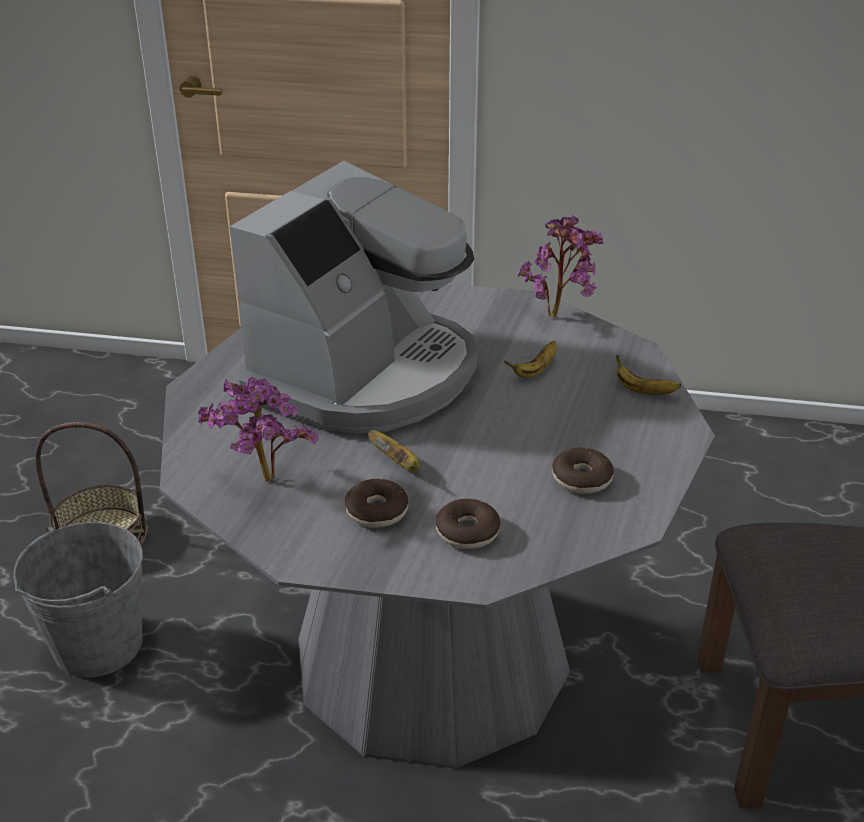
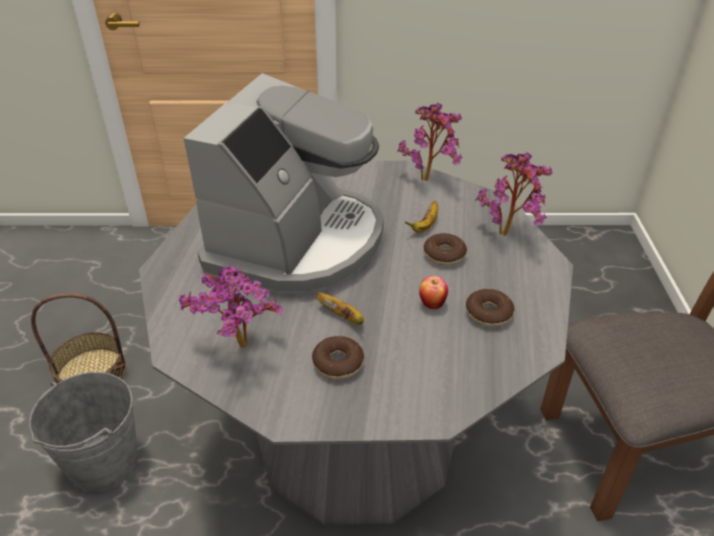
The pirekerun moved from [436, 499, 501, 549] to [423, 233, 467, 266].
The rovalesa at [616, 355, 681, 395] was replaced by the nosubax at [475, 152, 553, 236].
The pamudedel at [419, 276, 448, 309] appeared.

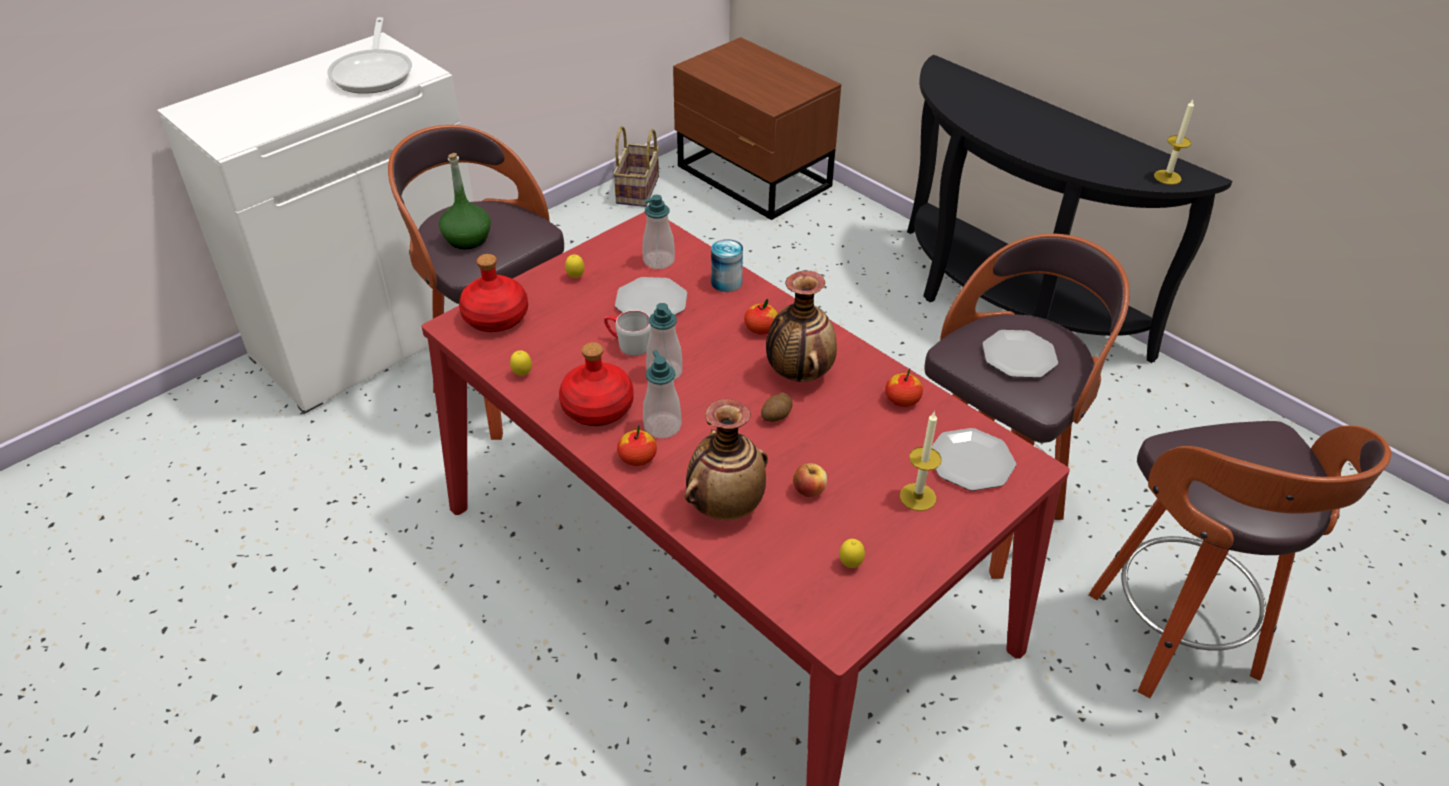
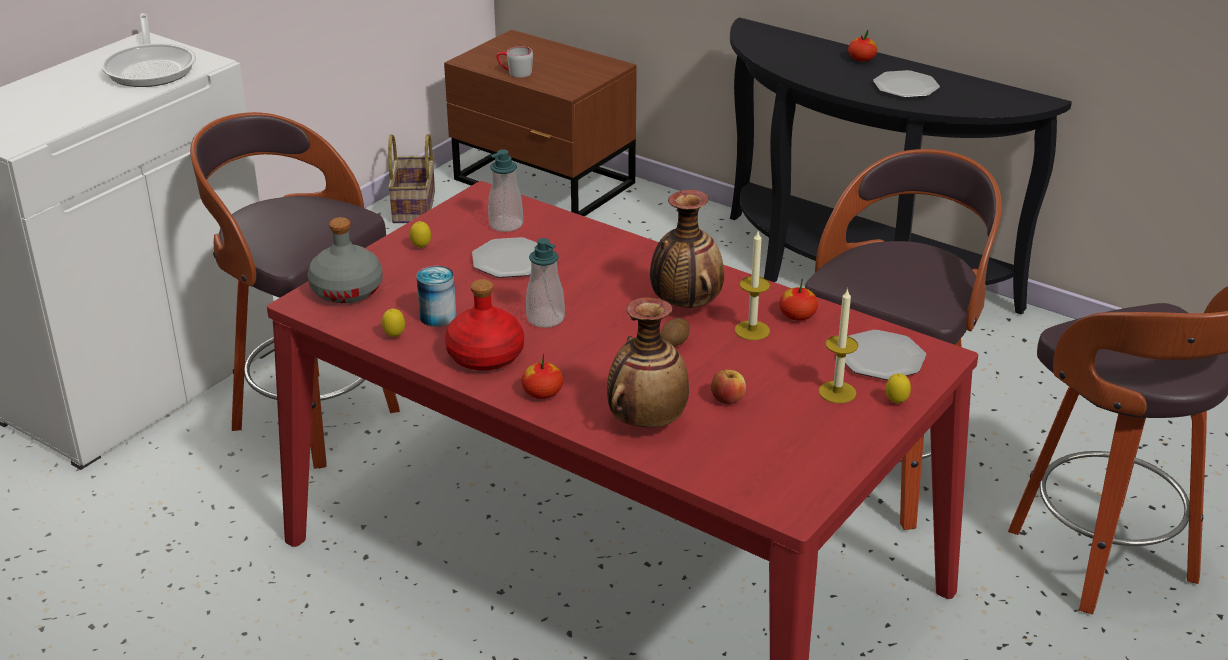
The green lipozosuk at [439, 153, 491, 249] disappeared.
The red lipozosuk at [459, 254, 528, 332] became the grey lipozosuk at [308, 217, 383, 303].
The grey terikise moved from [604, 310, 651, 356] to [496, 46, 533, 78].
The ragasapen at [643, 350, 681, 438] disappeared.
The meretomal moved from [711, 239, 743, 292] to [416, 266, 456, 327].
The pamudedel moved from [744, 299, 778, 335] to [848, 30, 877, 61].
The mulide moved from [839, 539, 865, 568] to [886, 374, 911, 404].
The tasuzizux moved from [982, 330, 1058, 378] to [873, 70, 940, 98].
The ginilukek moved from [1154, 100, 1194, 185] to [735, 231, 770, 340].

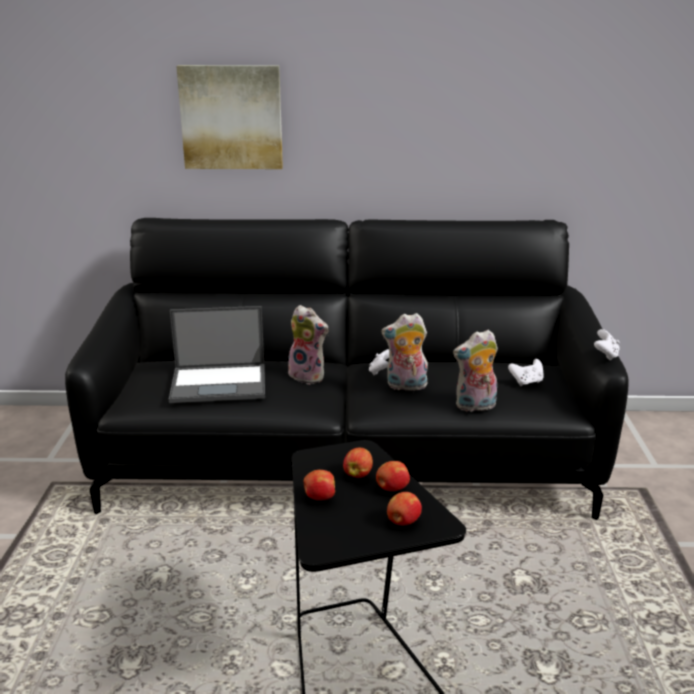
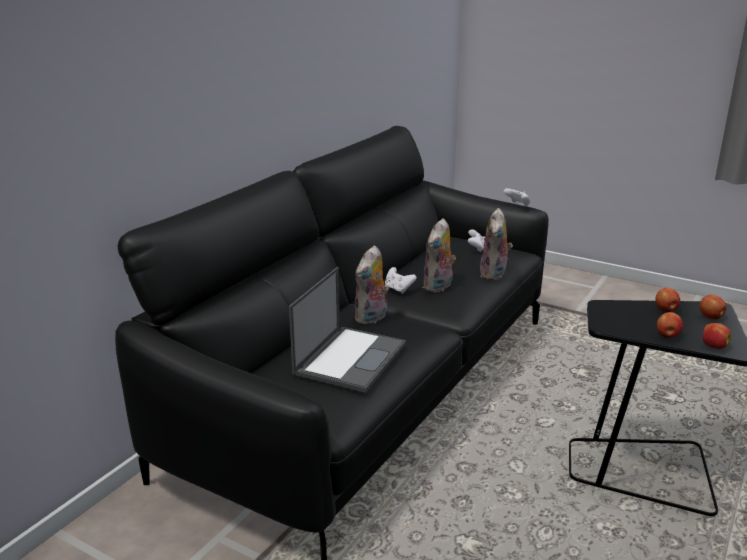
The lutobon at [176, 65, 283, 169] disappeared.
The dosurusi at [285, 305, 329, 385] turned 150 degrees clockwise.
The pamudedel moved from [343, 448, 373, 478] to [702, 323, 731, 349].

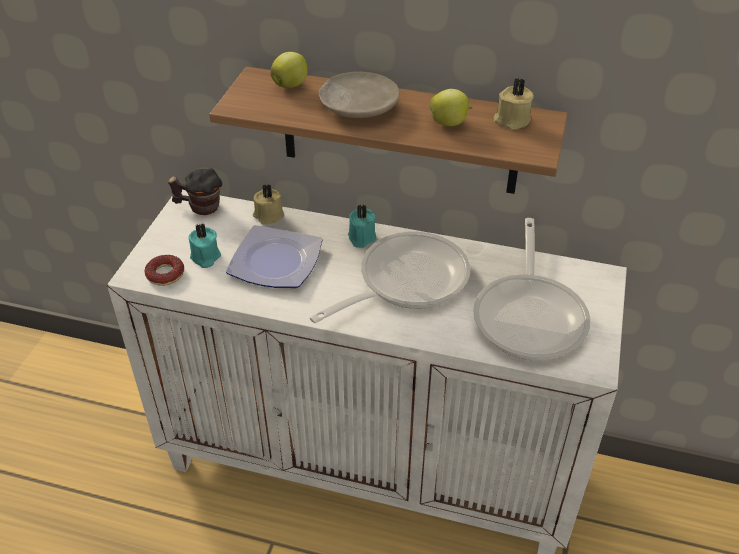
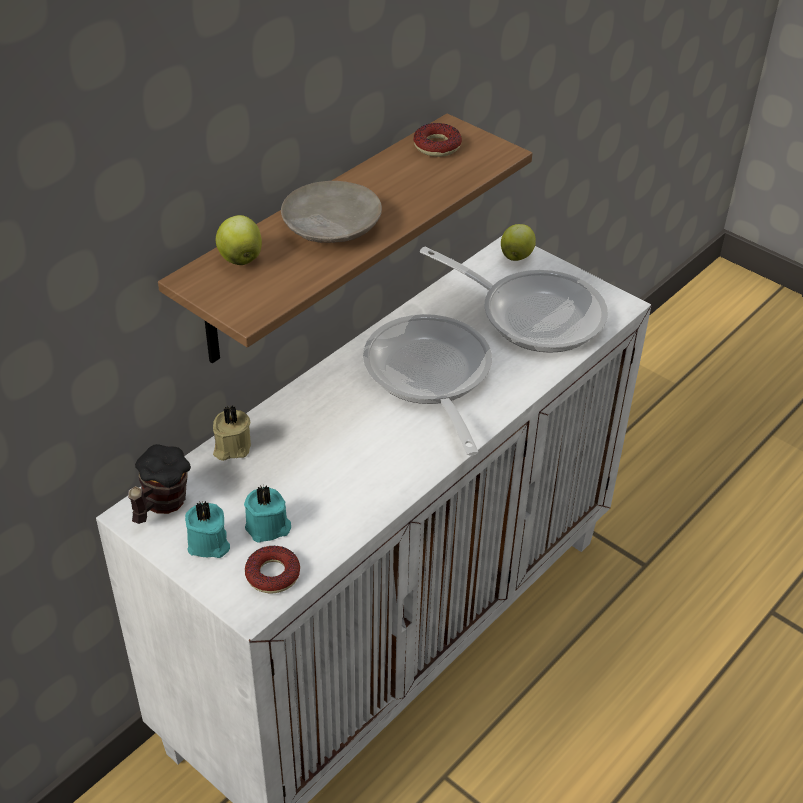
The tasuzizux at [226, 225, 323, 288] disappeared.
The turquoise ginilukek moved from [348, 205, 376, 248] to [185, 501, 230, 558].
The pamudedel moved from [430, 89, 473, 126] to [501, 224, 536, 261].
The beige ginilukek at [494, 78, 534, 130] was replaced by the pirekerun at [413, 123, 462, 157].

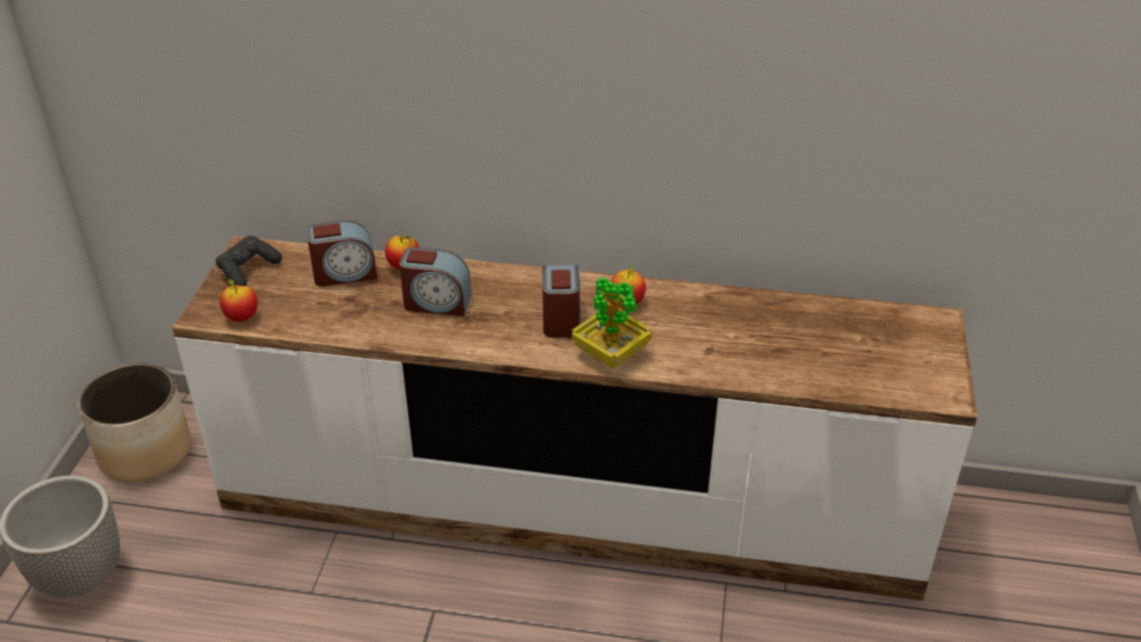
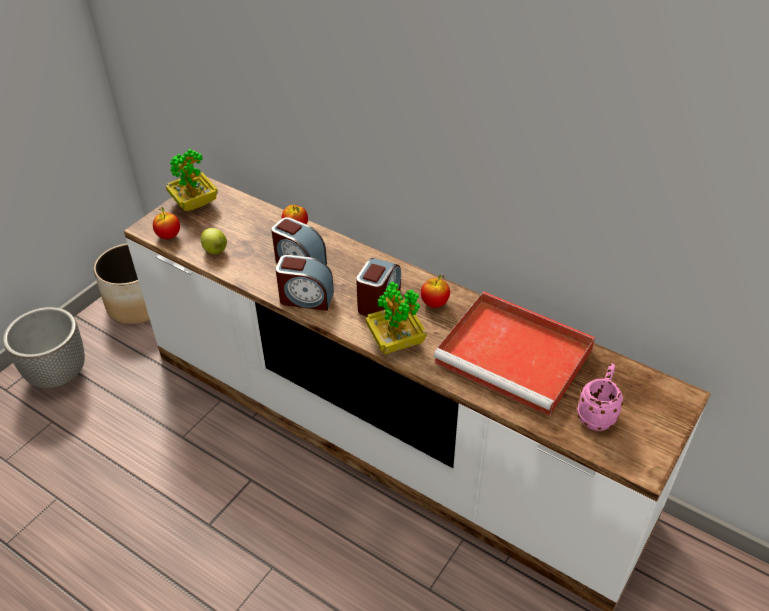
The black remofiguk at [216, 236, 282, 286] was replaced by the nosubax at [166, 149, 218, 211].
The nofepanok moved from [306, 221, 377, 287] to [276, 255, 334, 311].
The pamudedel at [201, 228, 227, 254] appeared.
The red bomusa at [433, 291, 595, 416] appeared.
The pink terikise at [577, 363, 623, 431] appeared.

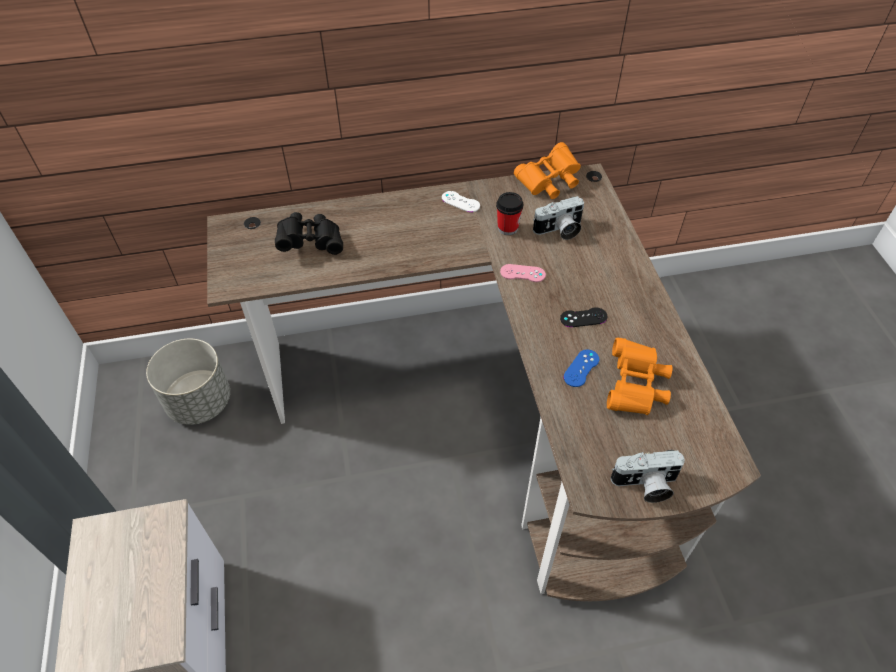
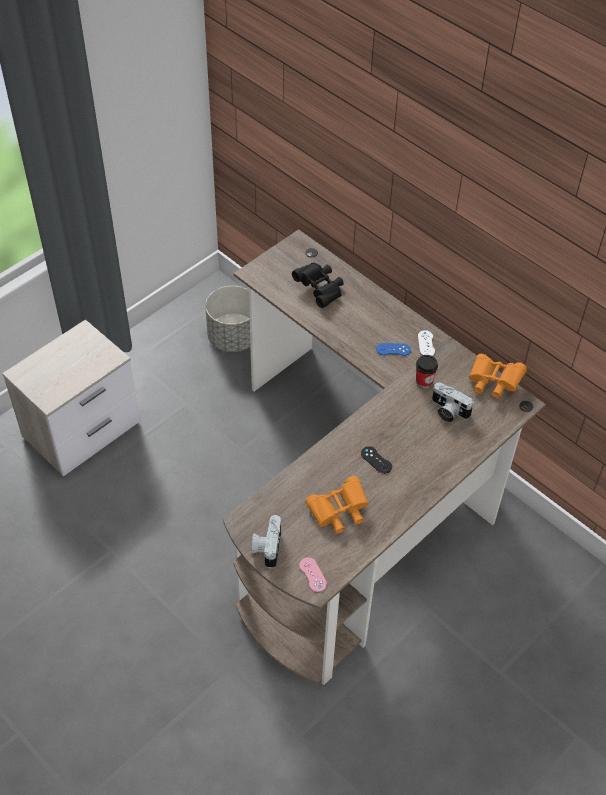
The pink remofiguk moved from [500, 264, 546, 282] to [299, 557, 327, 592].
The blue remofiguk moved from [564, 350, 599, 387] to [376, 343, 411, 356].
The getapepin at [610, 450, 685, 503] turned 45 degrees clockwise.

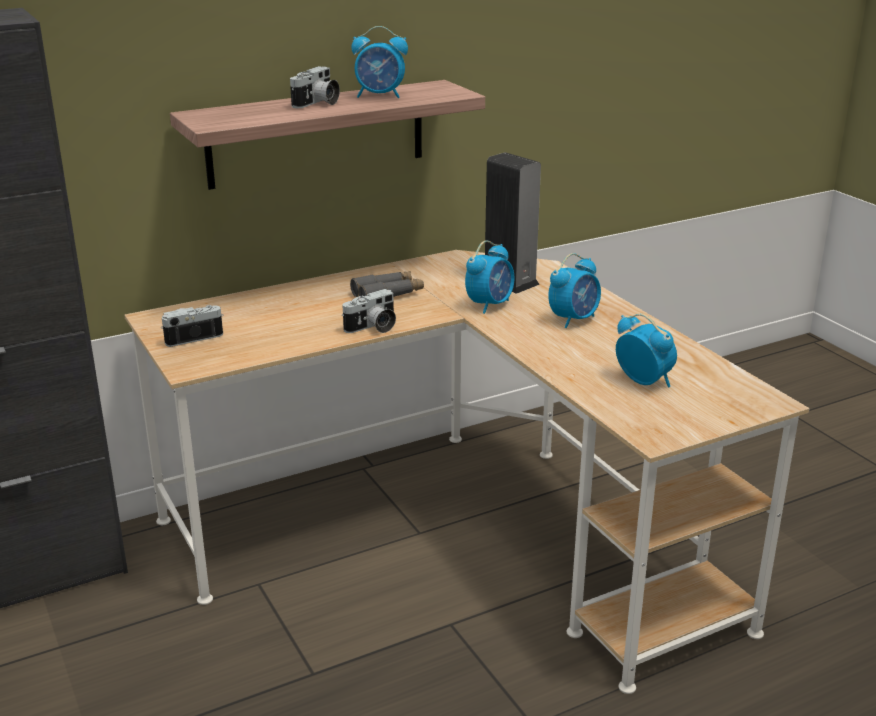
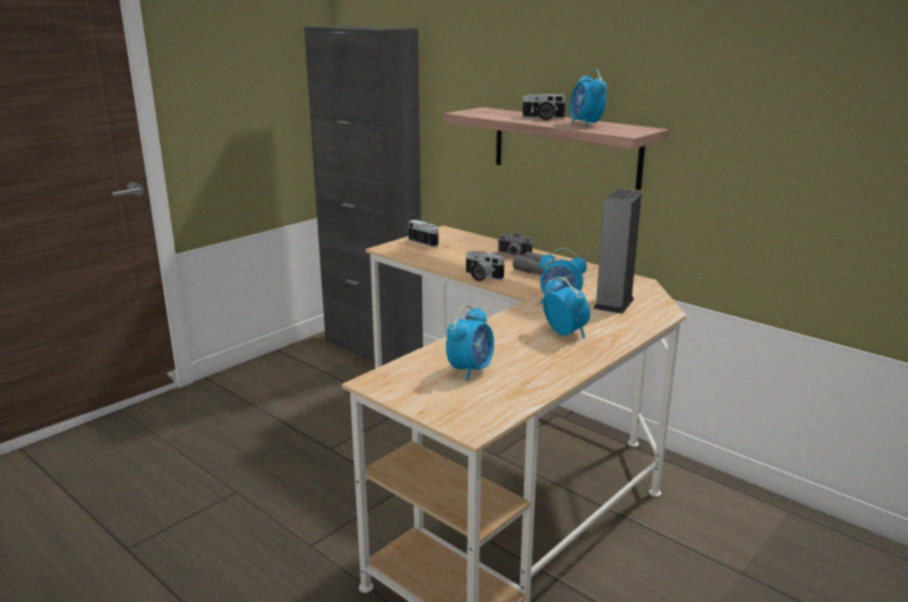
The nofepanok at [548, 253, 601, 328] turned 150 degrees counterclockwise.
The getapepin at [497, 233, 533, 256] appeared.

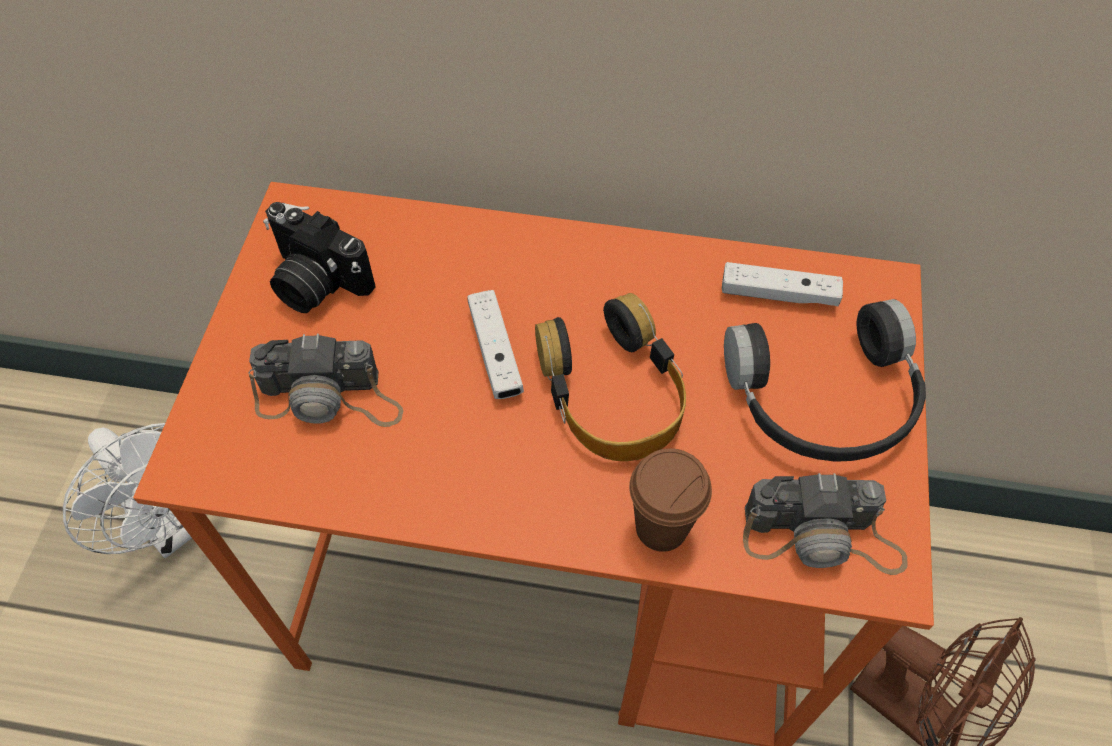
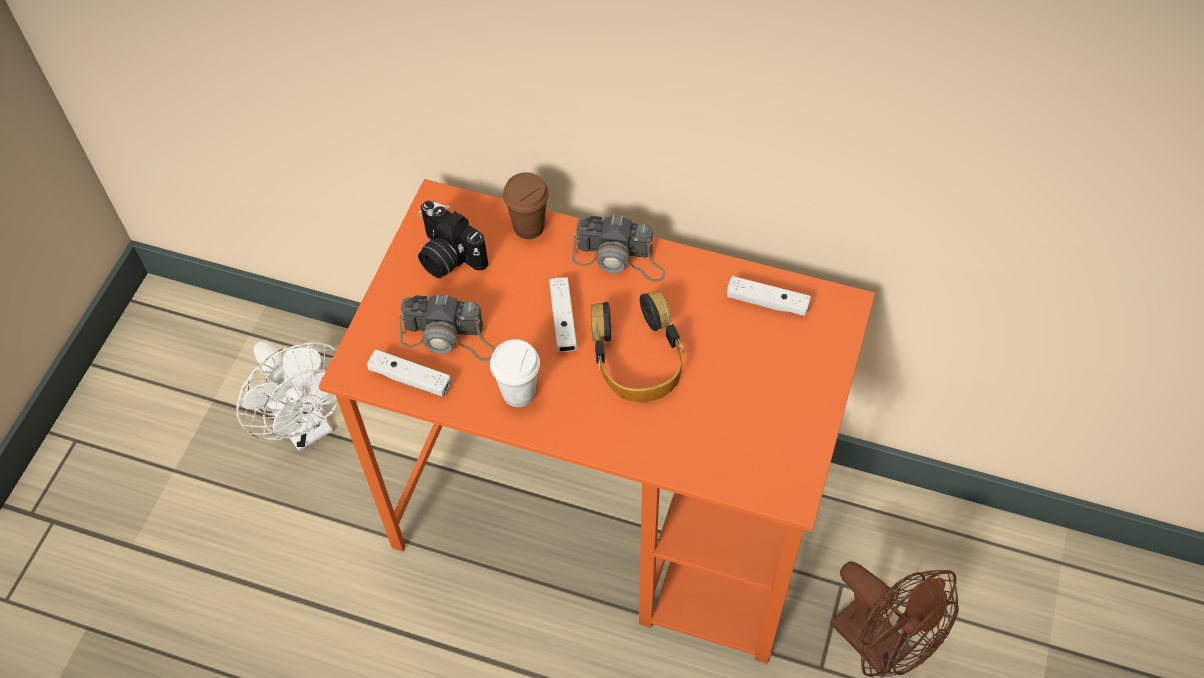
The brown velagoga moved from [629, 448, 712, 552] to [503, 172, 549, 239].
The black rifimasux at [724, 299, 926, 462] disappeared.
The getapepin moved from [743, 473, 908, 575] to [572, 215, 666, 282].
The white remofiguk at [367, 349, 451, 397] appeared.
The white velagoga at [490, 339, 540, 407] appeared.

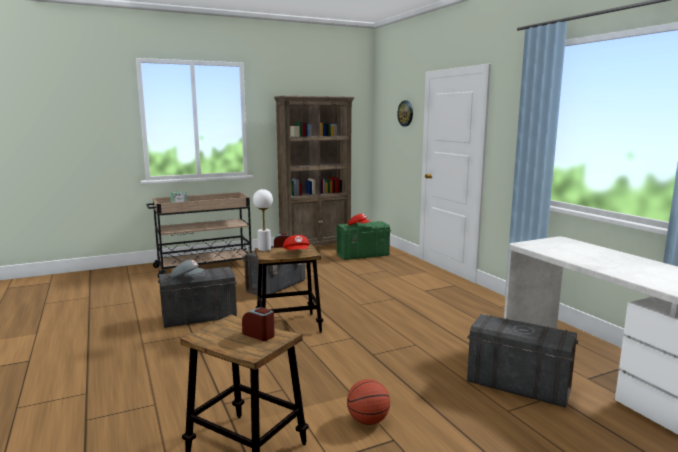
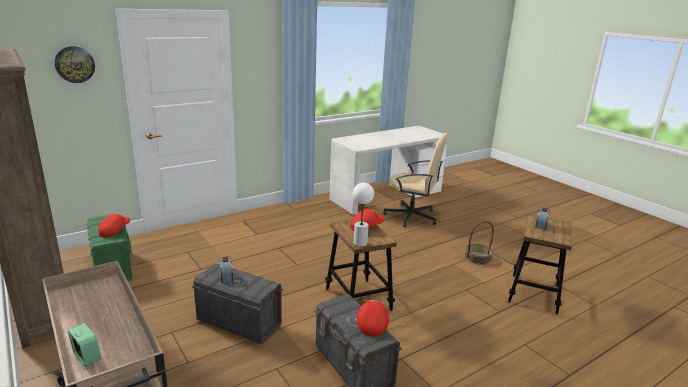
The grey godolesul at [171, 260, 205, 278] became the red godolesul at [357, 300, 389, 337].
The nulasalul at [347, 379, 390, 425] was replaced by the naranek at [465, 221, 494, 265].
The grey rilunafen at [467, 314, 578, 408] was replaced by the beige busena at [383, 133, 448, 227].

